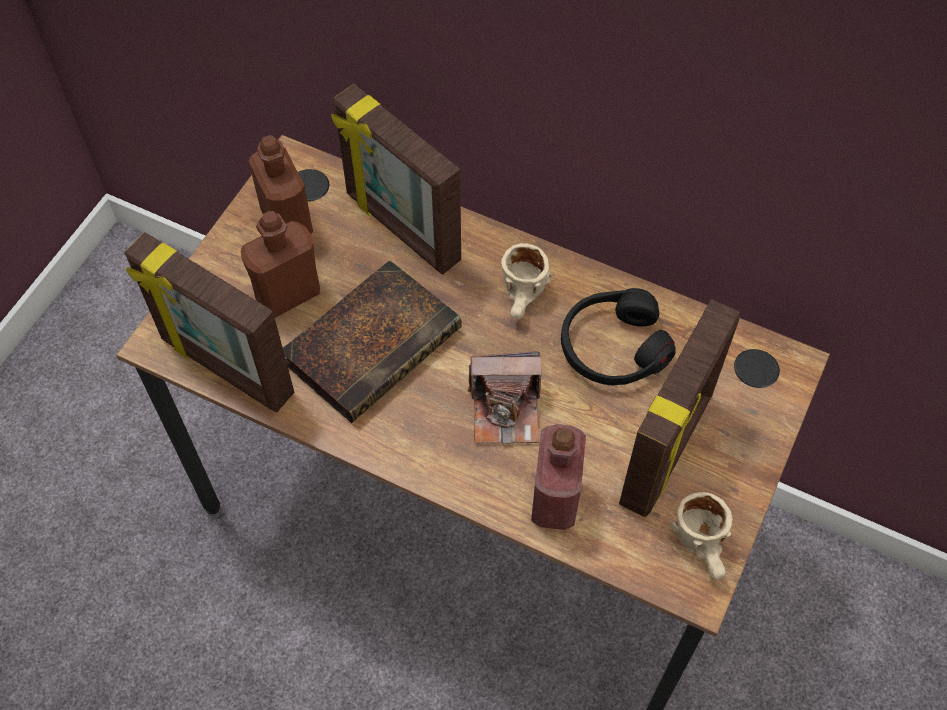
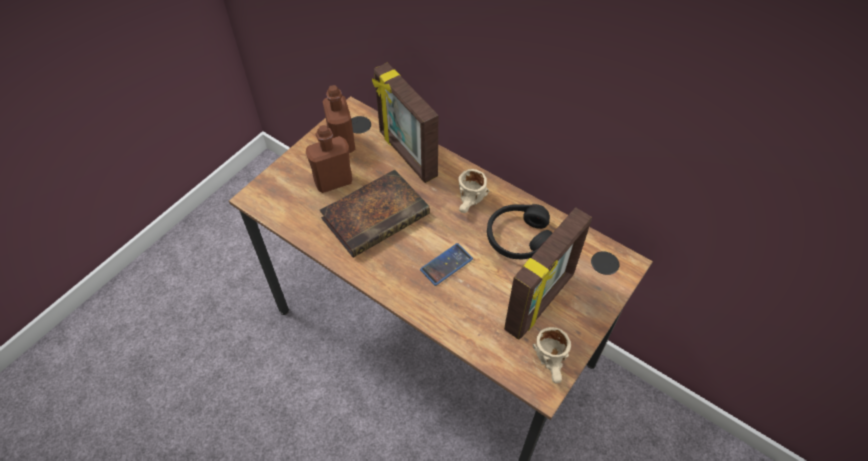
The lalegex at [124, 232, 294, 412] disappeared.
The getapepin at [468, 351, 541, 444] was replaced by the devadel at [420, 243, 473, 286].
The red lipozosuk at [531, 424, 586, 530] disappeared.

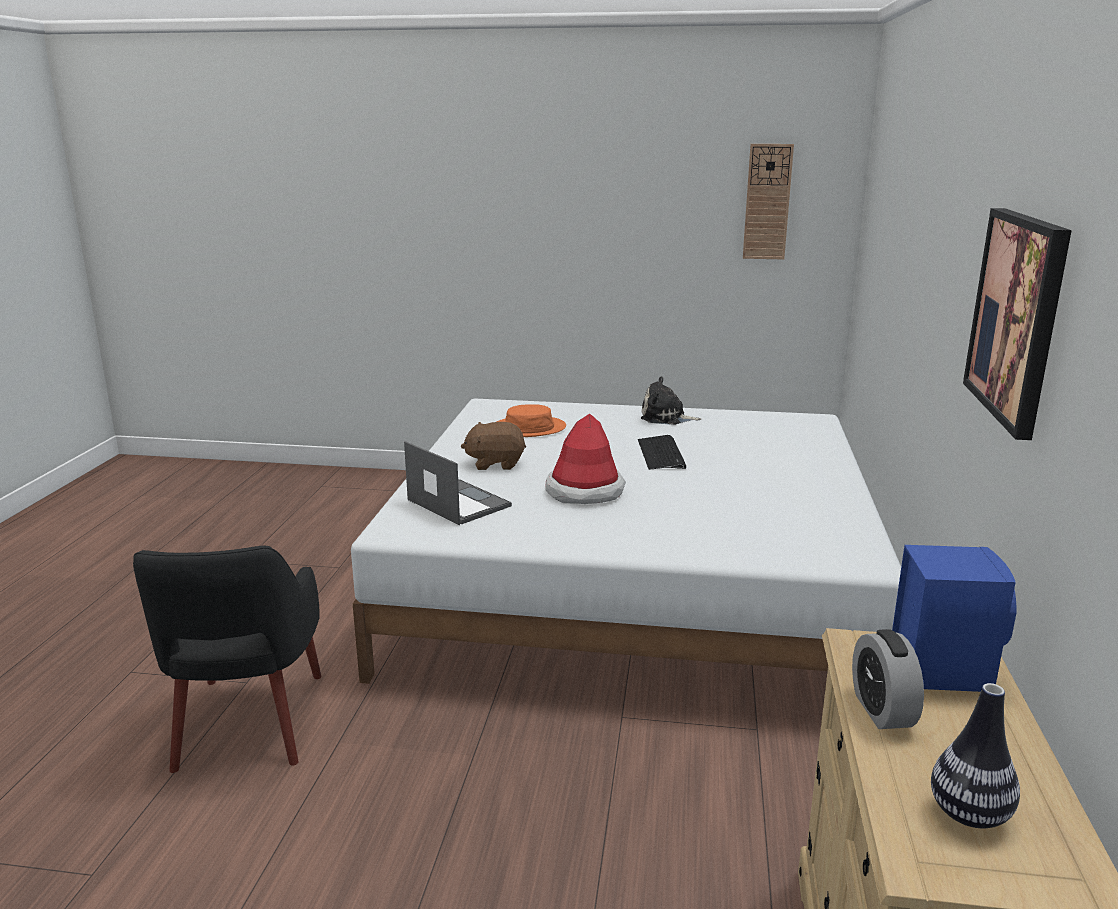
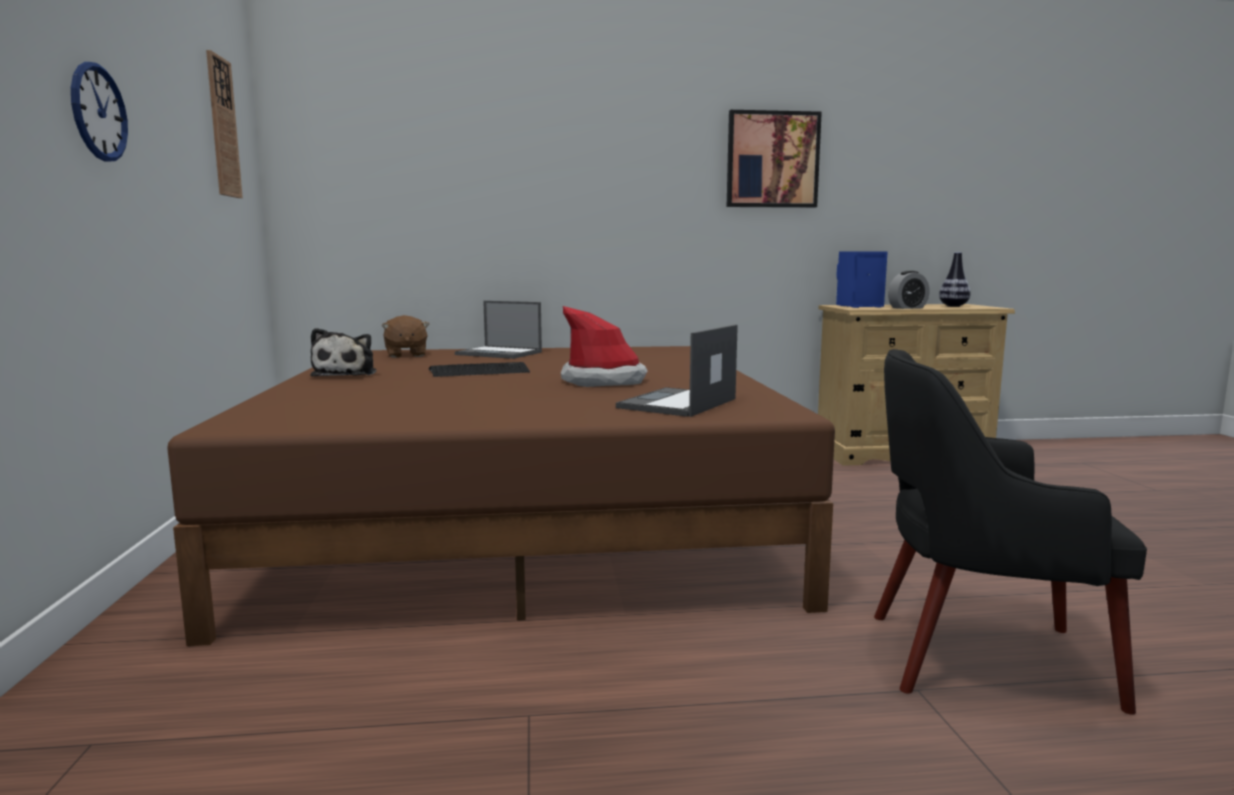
The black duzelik at [133, 545, 321, 773] turned 150 degrees counterclockwise.
The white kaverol at [351, 399, 901, 684] became the brown kaverol at [167, 346, 835, 646].
The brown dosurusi moved from [461, 422, 526, 470] to [381, 315, 429, 358].
The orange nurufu at [497, 404, 566, 437] disappeared.
The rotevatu at [71, 62, 128, 162] appeared.
The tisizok at [455, 301, 542, 359] appeared.

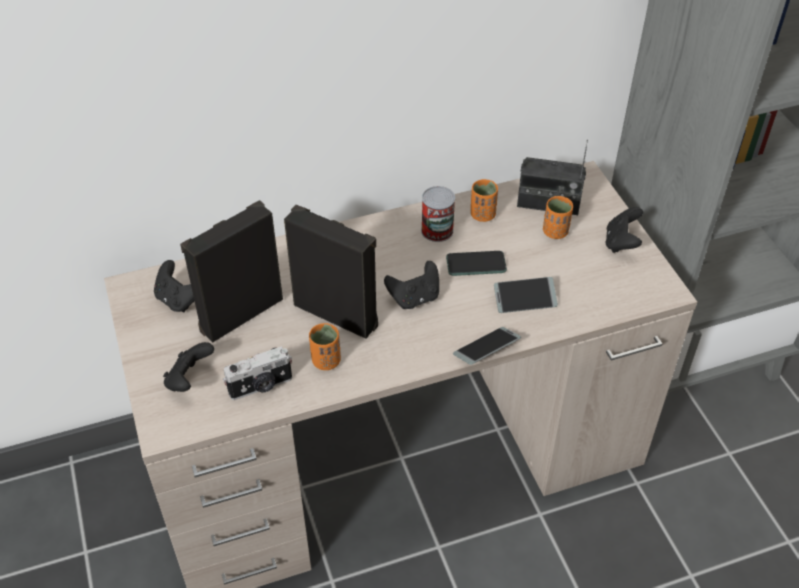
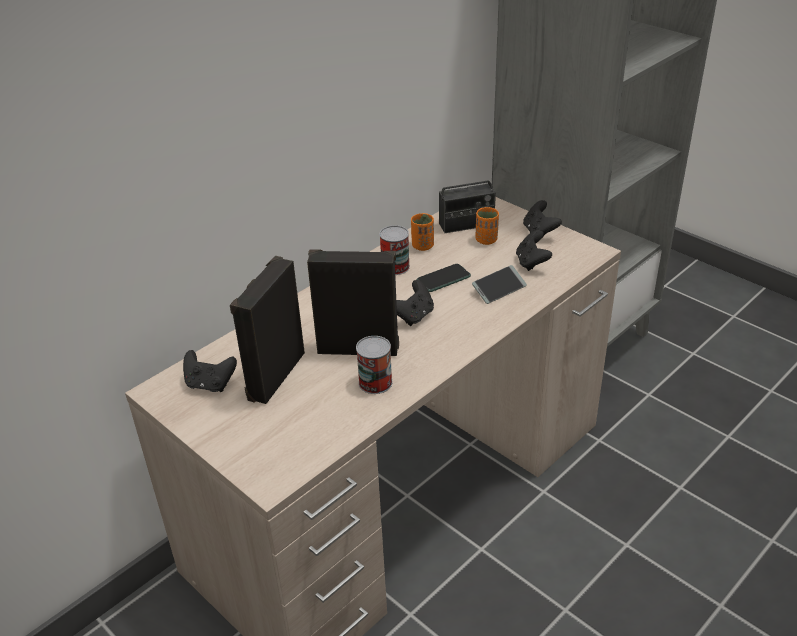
The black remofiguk moved from [163, 342, 214, 392] to [516, 230, 552, 271].
The getapepin at [223, 346, 292, 400] disappeared.
The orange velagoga at [309, 323, 341, 370] was replaced by the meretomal at [356, 336, 392, 394].
The devadel at [453, 327, 521, 365] disappeared.

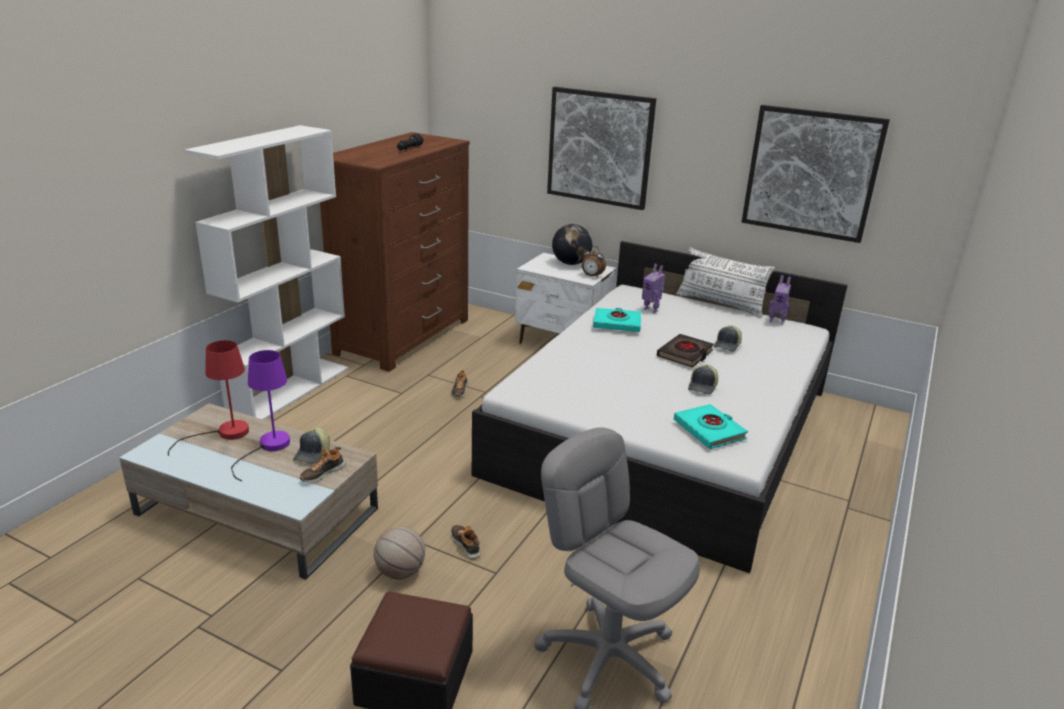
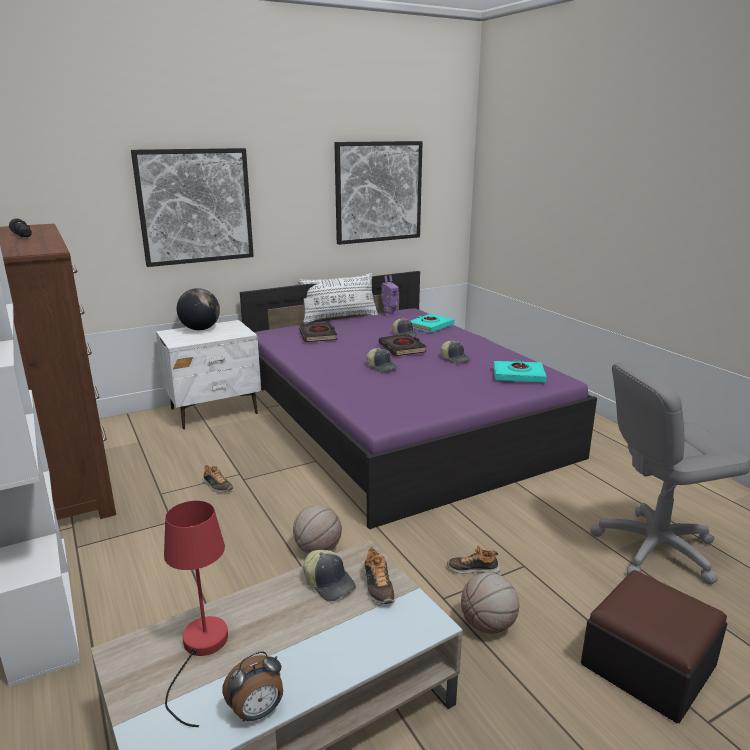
The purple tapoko at [231, 350, 290, 481] disappeared.
The white kaverol at [472, 241, 848, 573] became the purple kaverol at [240, 271, 597, 529].
The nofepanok moved from [582, 246, 606, 278] to [222, 651, 283, 721].
The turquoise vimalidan moved from [593, 308, 641, 332] to [411, 313, 455, 333].
The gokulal at [642, 264, 666, 313] was replaced by the black vimalidan at [299, 323, 337, 342].
The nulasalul at [293, 505, 342, 554] appeared.
The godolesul at [366, 348, 398, 372] appeared.

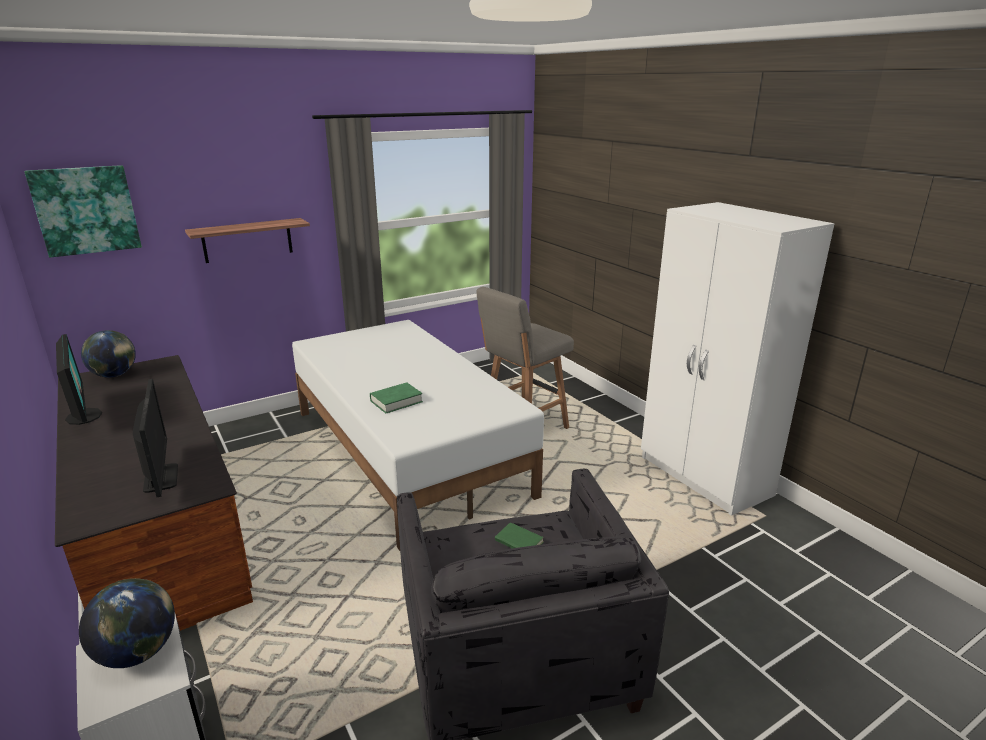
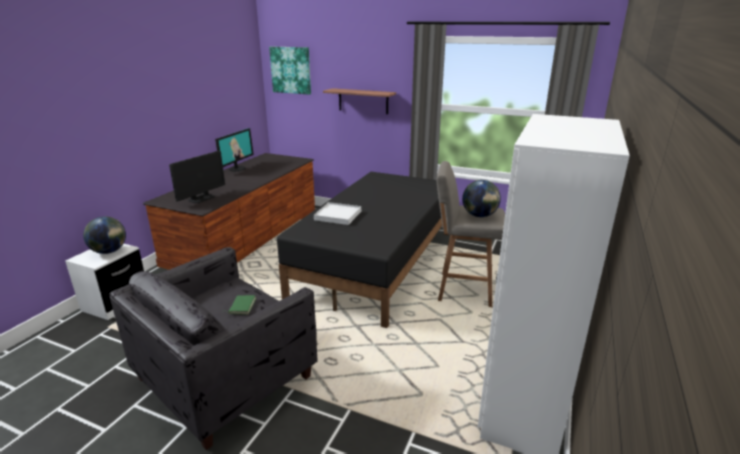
The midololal moved from [81, 330, 136, 378] to [462, 180, 501, 217].
The white kaverol at [292, 320, 544, 551] became the black kaverol at [277, 172, 449, 328].
The green vimalidan at [370, 382, 423, 413] was replaced by the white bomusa at [314, 202, 361, 225].

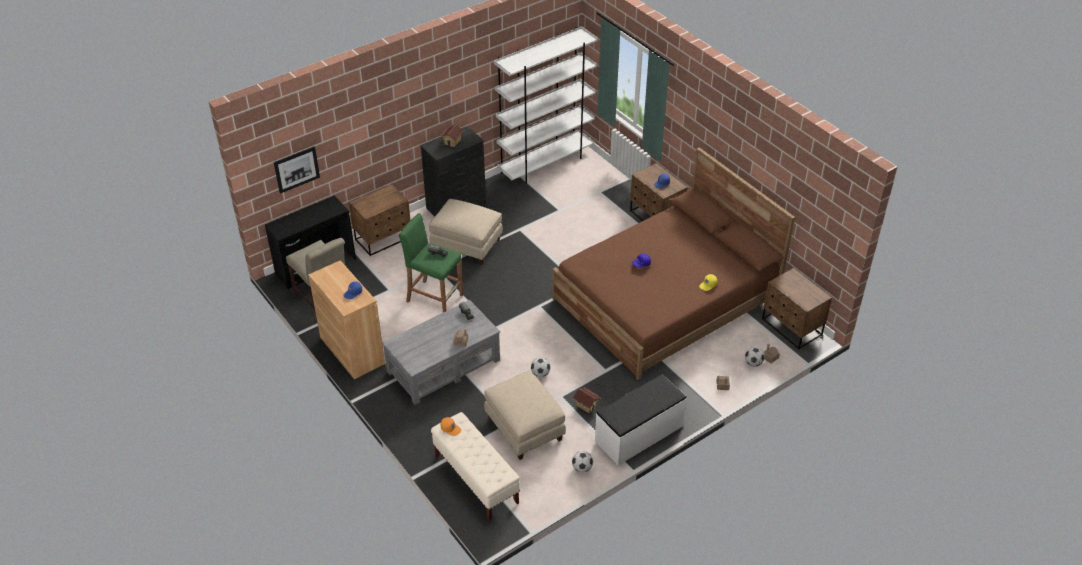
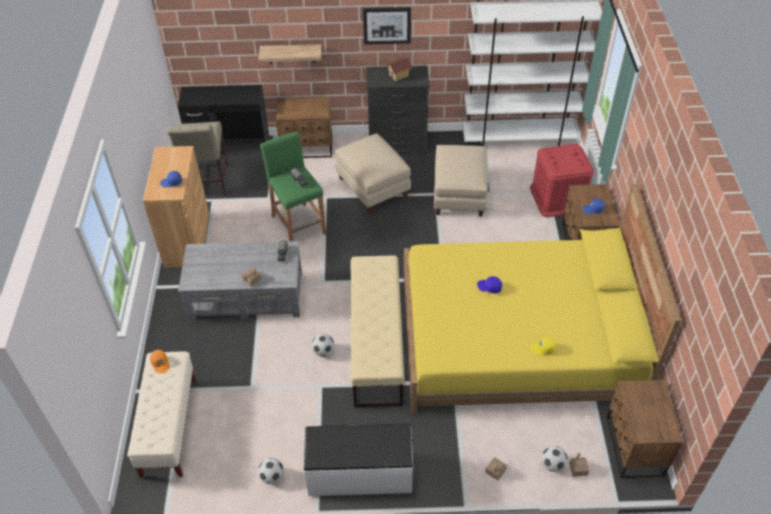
The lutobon moved from [274, 146, 320, 194] to [363, 7, 411, 45].
The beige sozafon moved from [484, 371, 566, 460] to [434, 145, 488, 217].
The brown kaverol at [552, 147, 795, 380] became the yellow kaverol at [404, 184, 681, 412].
The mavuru at [572, 387, 602, 413] disappeared.
The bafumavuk at [258, 44, 322, 64] appeared.
The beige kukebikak at [351, 255, 404, 408] appeared.
The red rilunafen at [530, 144, 594, 217] appeared.

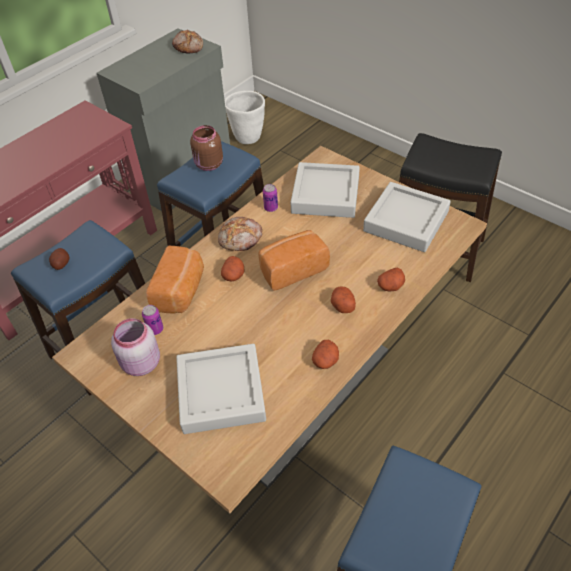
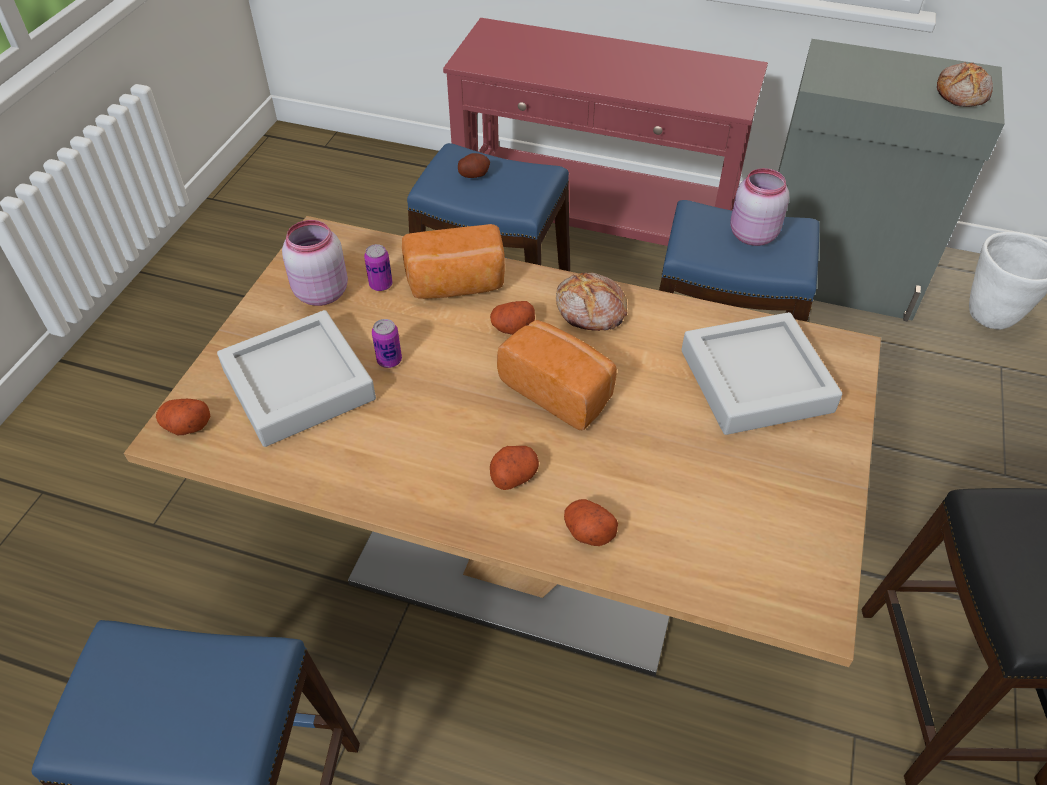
The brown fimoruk at [190, 125, 223, 171] became the pink fimoruk at [730, 168, 789, 246].
The meretomal moved from [263, 184, 278, 212] to [372, 319, 402, 368].
The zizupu moved from [312, 340, 339, 369] to [156, 399, 211, 435].
The grey bomusa at [363, 182, 451, 252] disappeared.

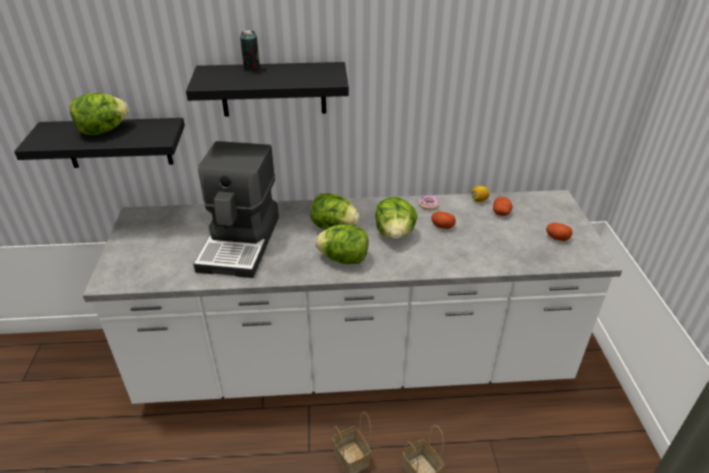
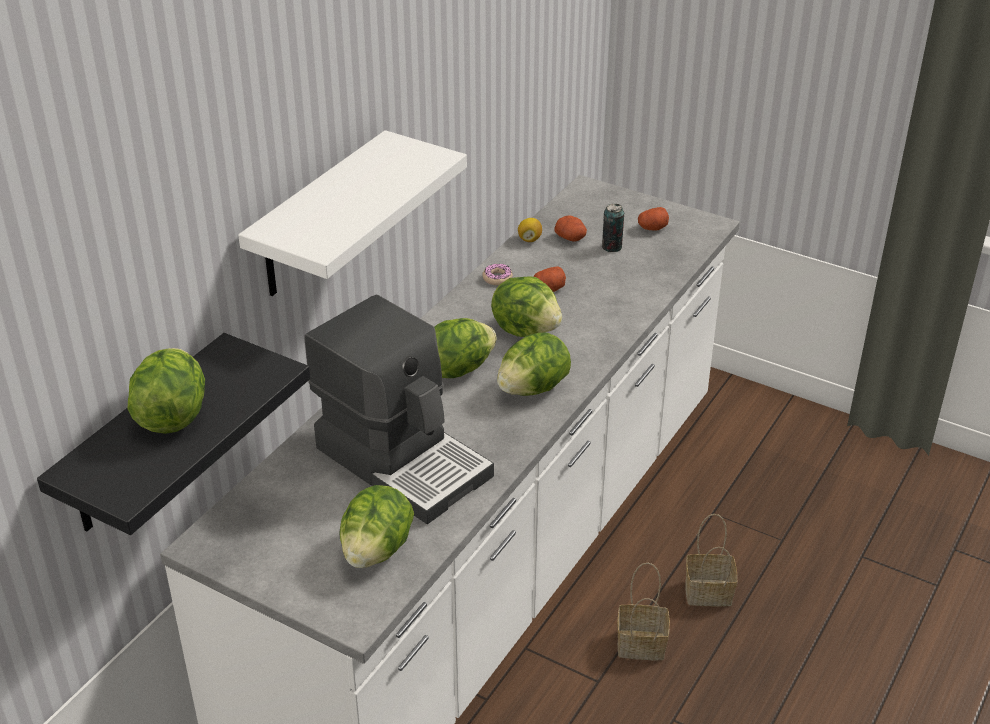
The black bafumavuk at [186, 62, 349, 117] became the white bafumavuk at [238, 130, 467, 296].
The meretomal moved from [240, 30, 260, 72] to [602, 204, 624, 252].
The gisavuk at [339, 485, 414, 568] appeared.

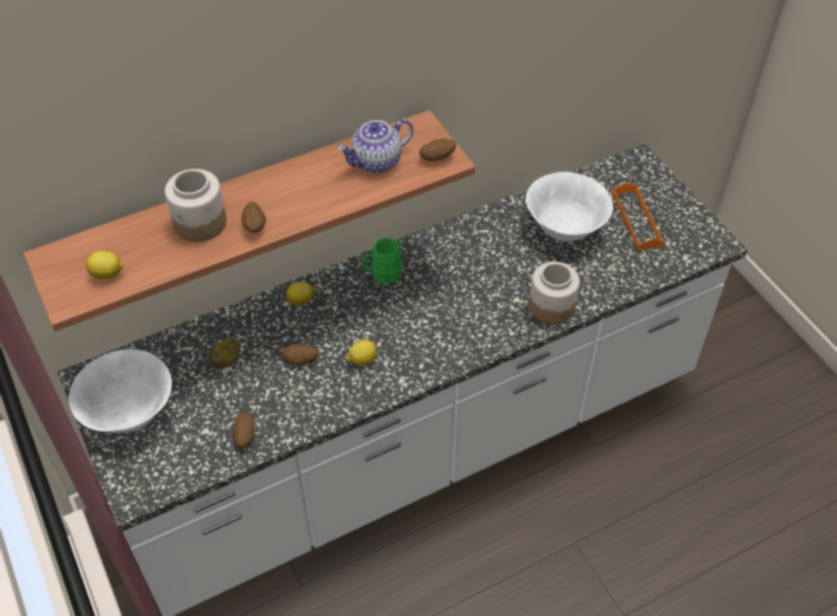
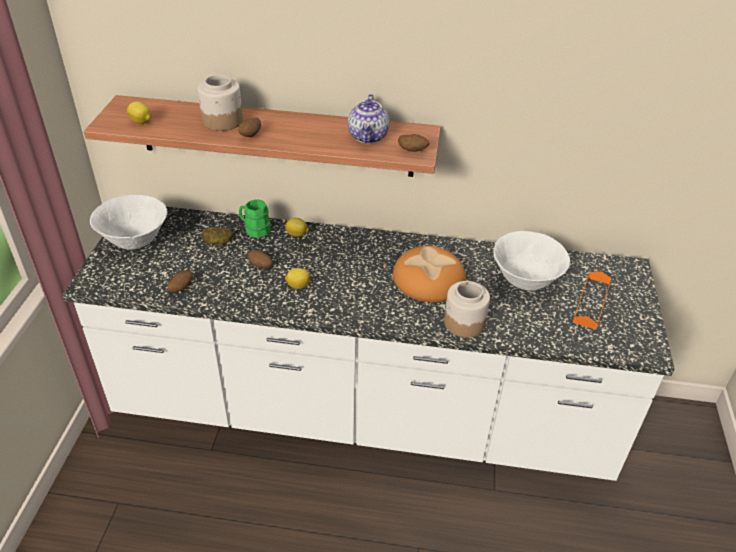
The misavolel at [338, 119, 413, 173] turned 90 degrees counterclockwise.
The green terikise moved from [362, 237, 403, 284] to [239, 199, 271, 238].
The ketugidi at [393, 246, 466, 302] appeared.

